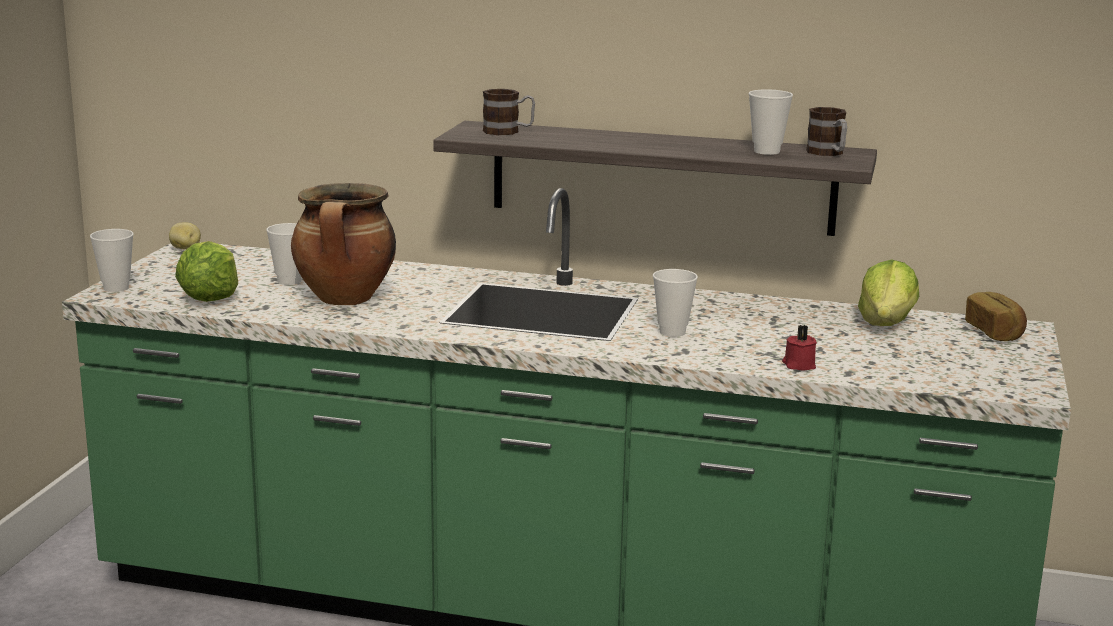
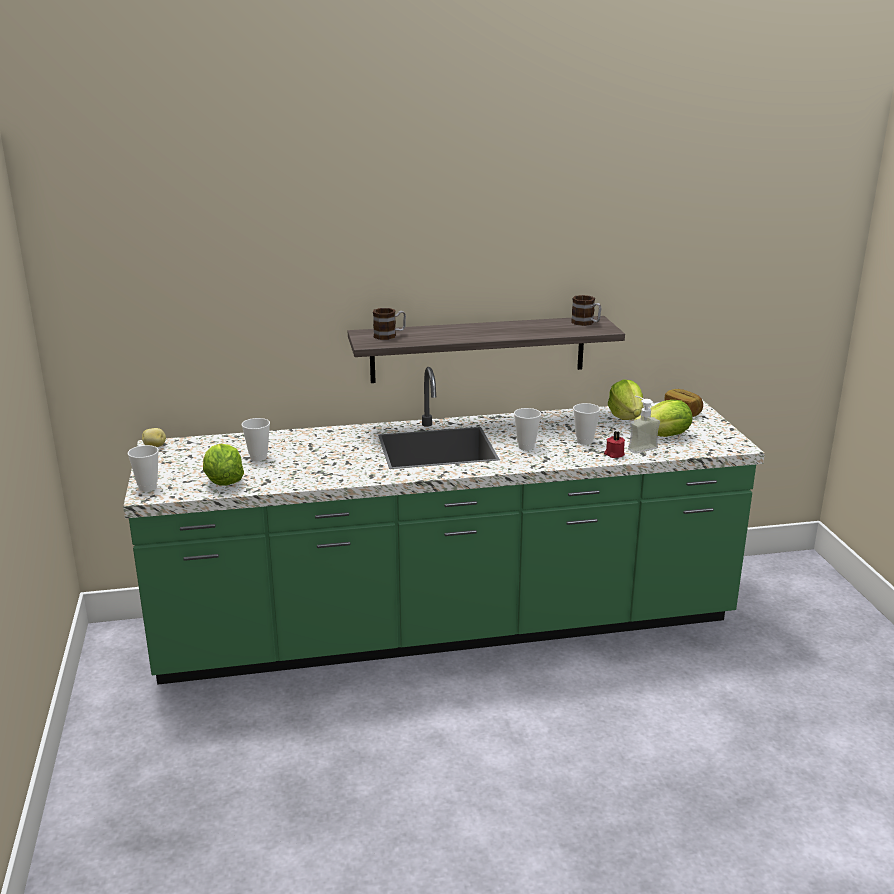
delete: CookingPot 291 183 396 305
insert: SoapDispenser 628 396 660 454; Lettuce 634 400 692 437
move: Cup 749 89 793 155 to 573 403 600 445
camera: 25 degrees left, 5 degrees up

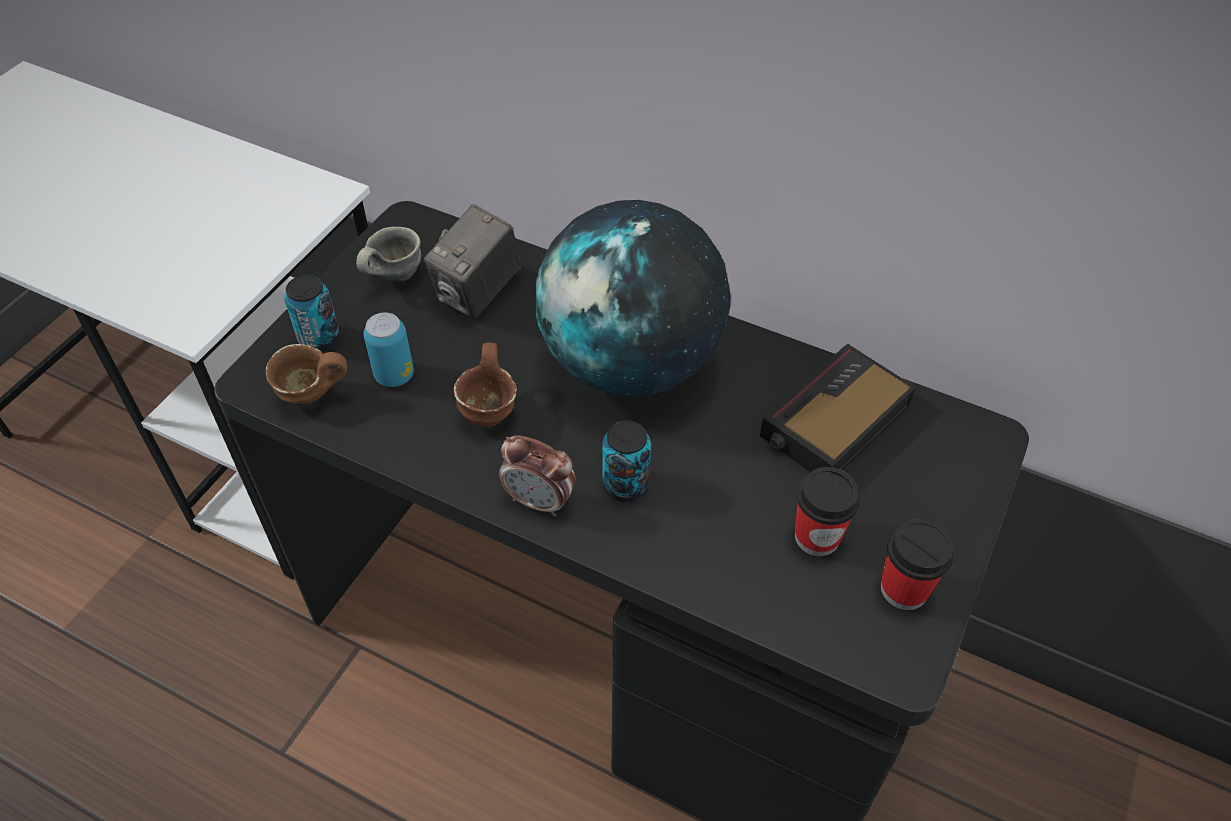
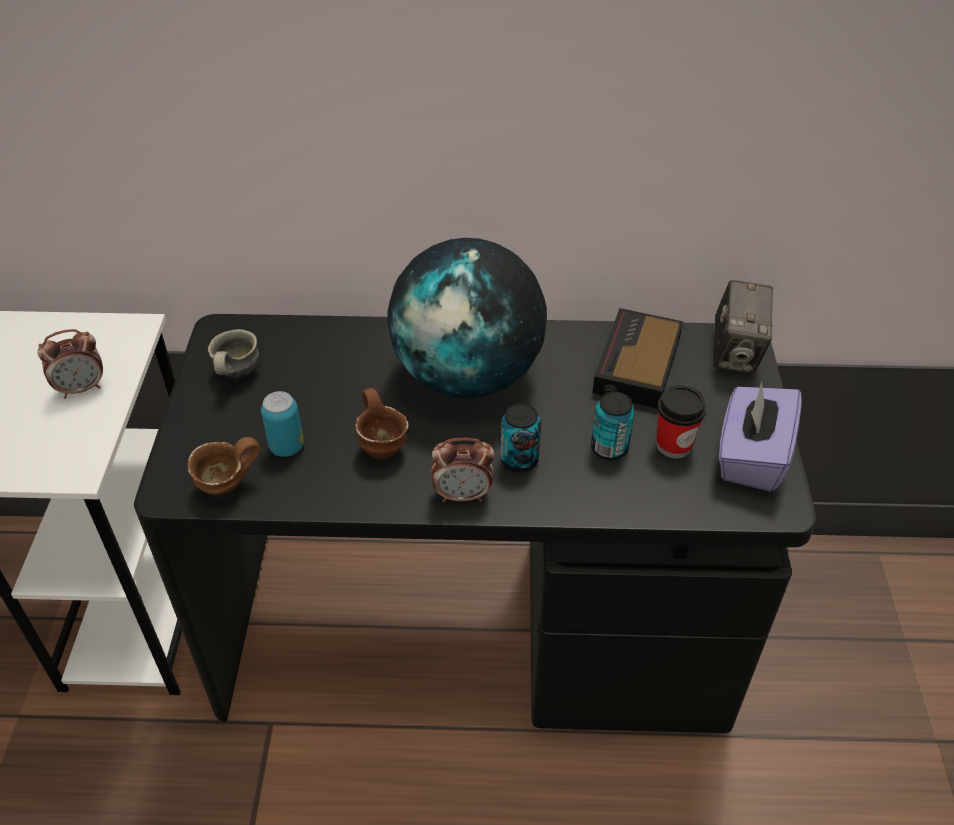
insert: AlarmClock 37 329 103 399
move: PhotoCamera 424 204 521 319 to 713 280 773 373; Can 284 275 340 351 to 591 392 635 460
replace: Cup 881 519 953 610 to PurpleTissueBox 719 381 802 492
camera: 25 degrees left, 5 degrees down

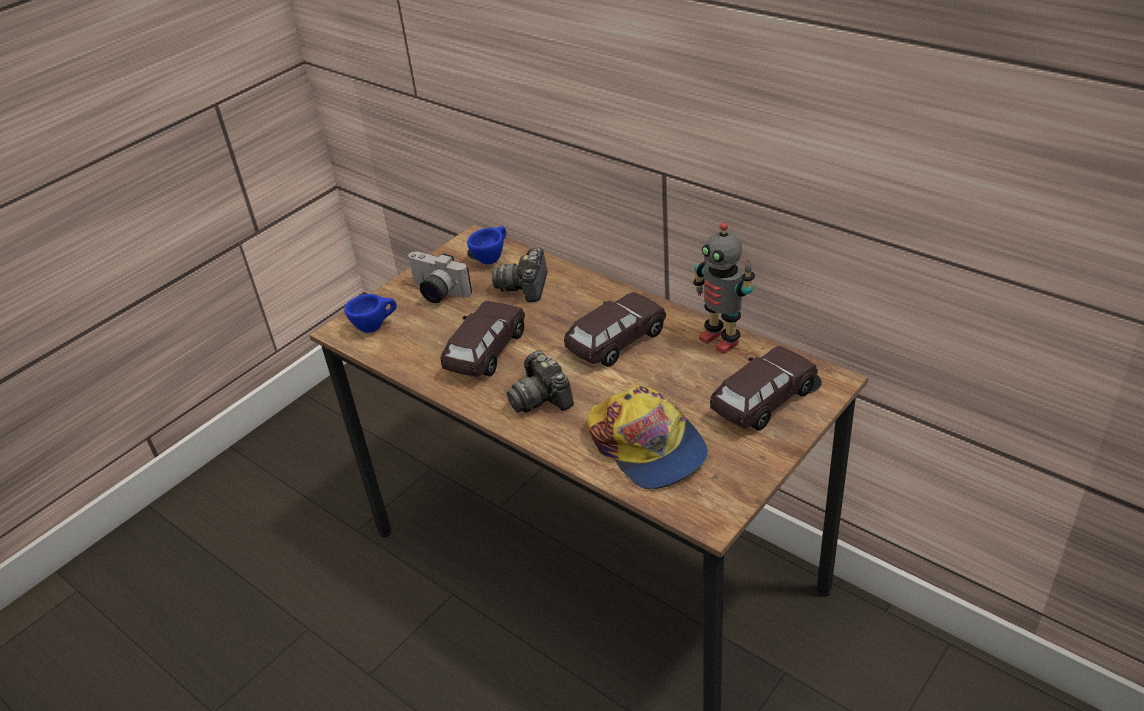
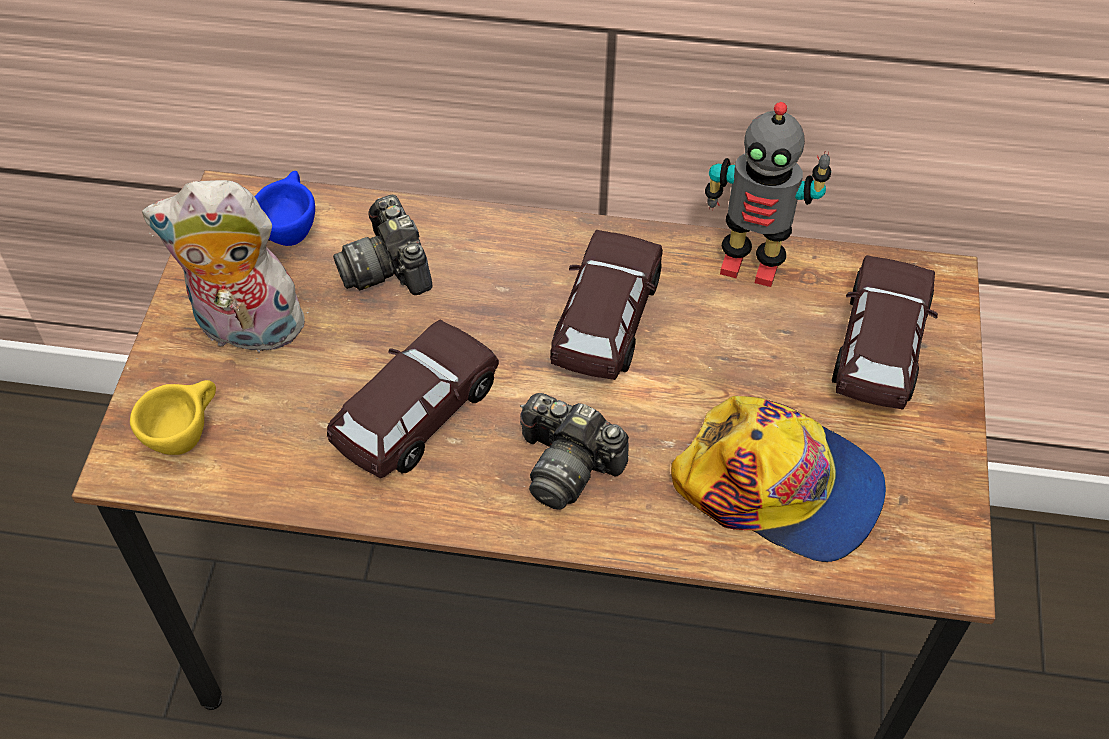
replace: PhotoCamera 407 251 472 303 to PlushToy 142 180 314 359
recolor: BlueCup 344 294 397 333 to YellowCup 130 380 216 455
rotate: BrownToyCar 441 301 525 377 = 327 320 499 478 45 degrees clockwise
camera: 35 degrees left, 15 degrees up

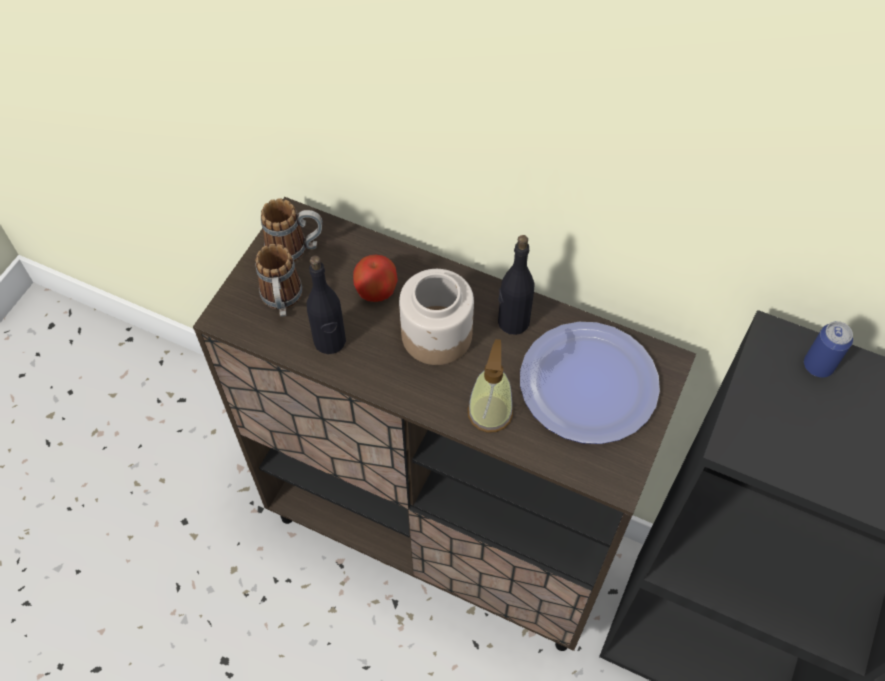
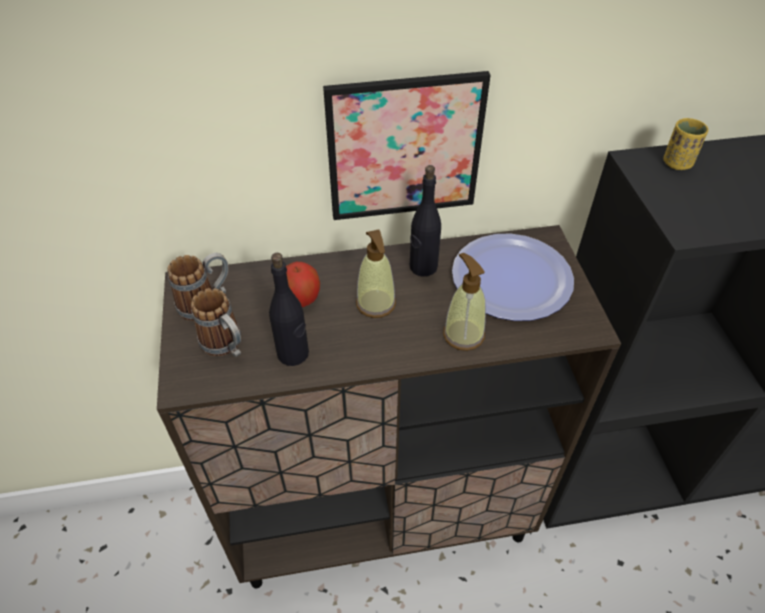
insert: Picture 323 71 491 220
replace: Jar 399 269 474 365 to SoapDispenser 356 229 396 318; Can 804 321 853 377 to YellowCup 664 118 708 170
camera: 35 degrees left, 10 degrees down

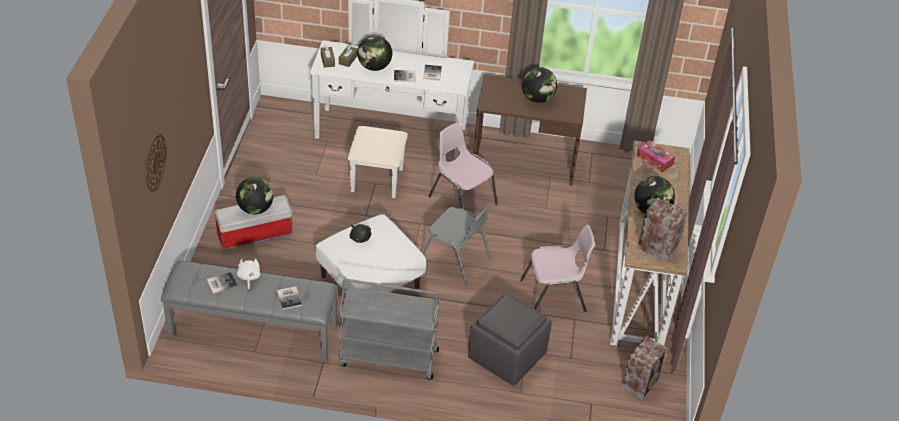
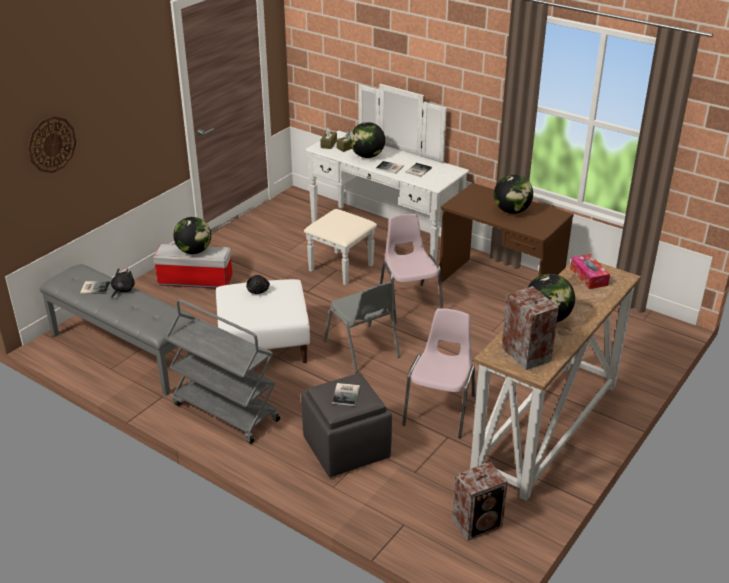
move: Book 277 286 302 310 to 332 383 360 406
recolor: WhitePlushToy 237 257 260 290 to BlackPlushToy 111 268 135 298
rotate: PinkChair 520 225 595 312 = 402 308 475 438 90 degrees counterclockwise
camera: 30 degrees right, 10 degrees down

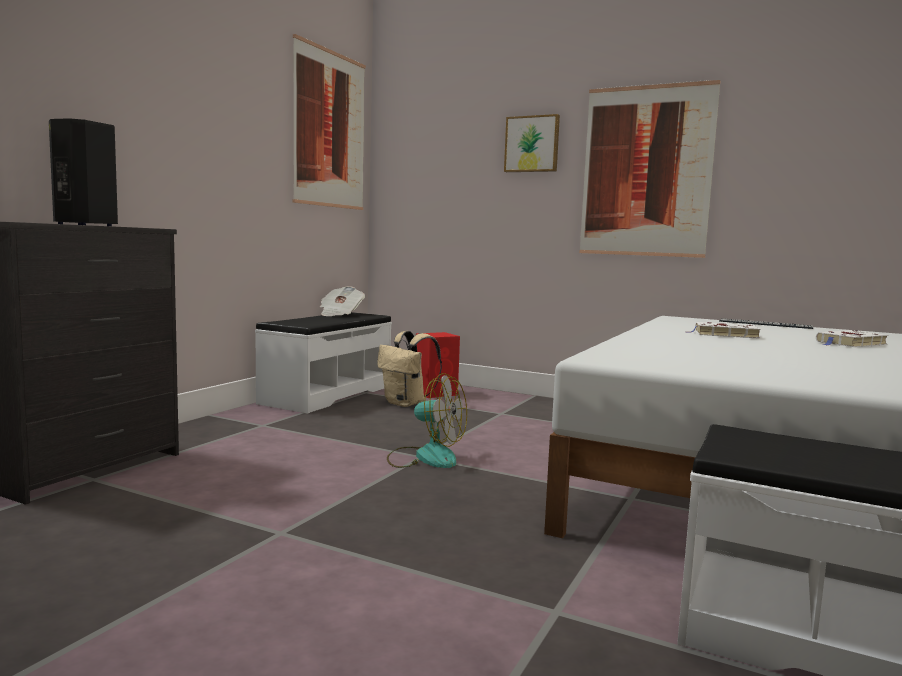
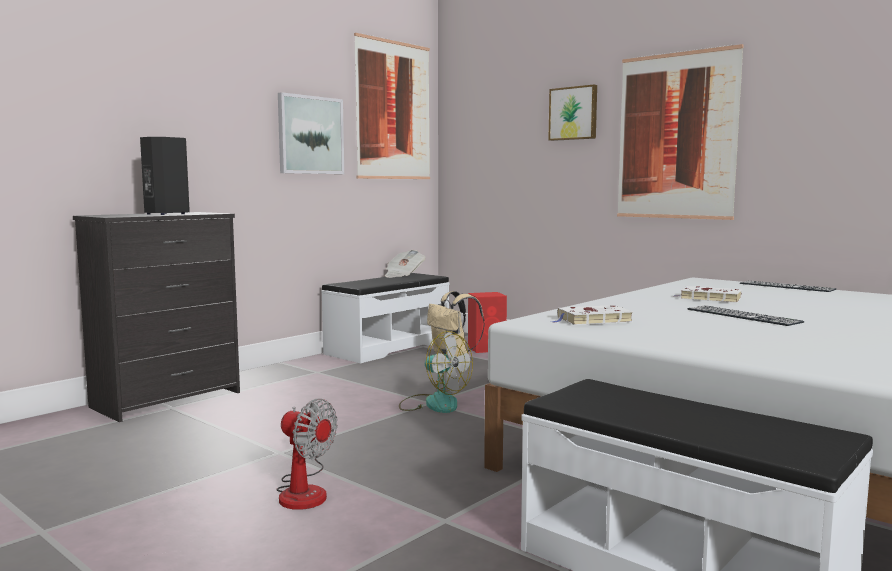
insert: Picture 278 92 344 174; Keyboard 688 305 805 326; Fan 276 399 338 510
move: WhiteBook 816 330 889 347 to 551 305 633 325
camera: 15 degrees right, 0 degrees up

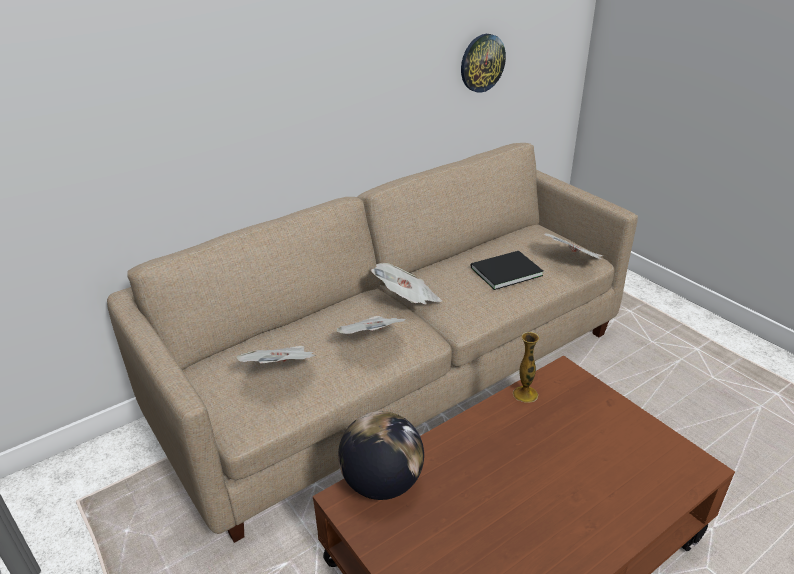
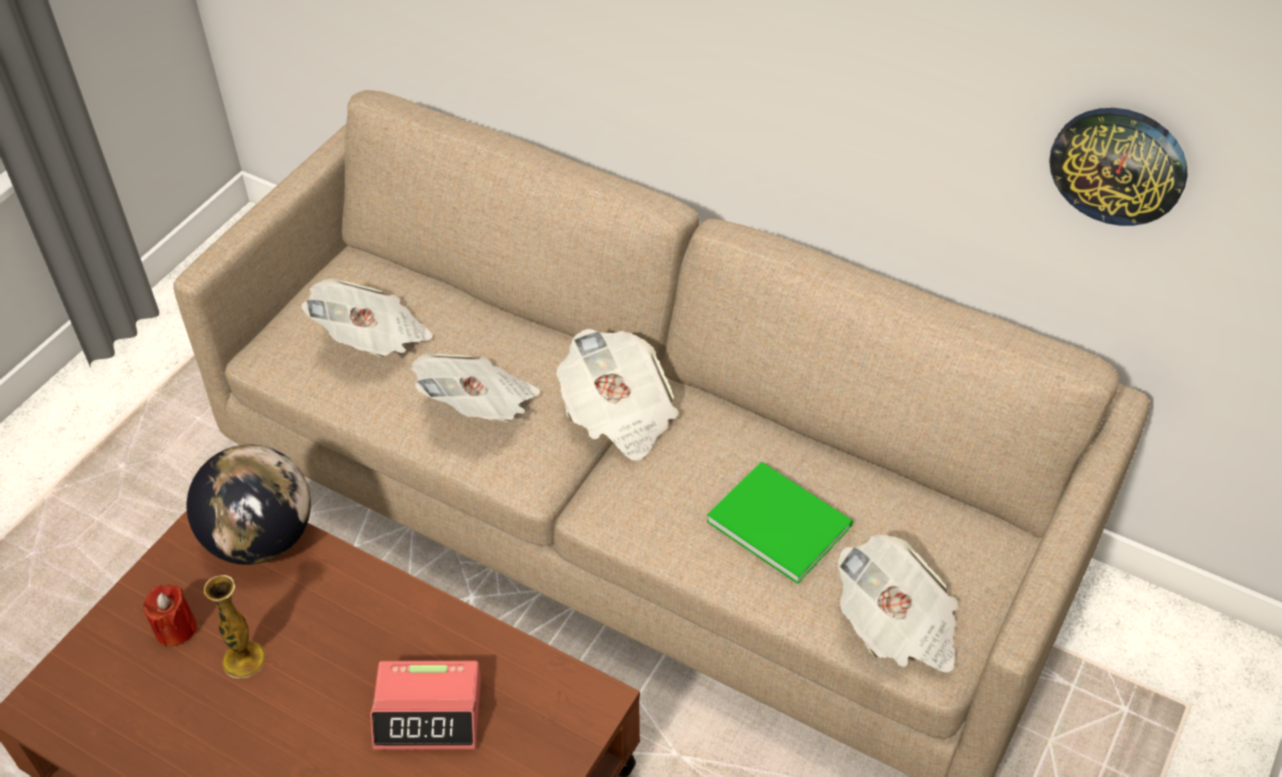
insert: RedCandle 143 585 197 647; AlarmClock 370 661 481 750
move: Vase 513 332 540 403 to 204 575 266 678
recolor: BlackBook 471 251 543 290 to GreenBook 707 462 853 584
camera: 65 degrees right, 15 degrees up

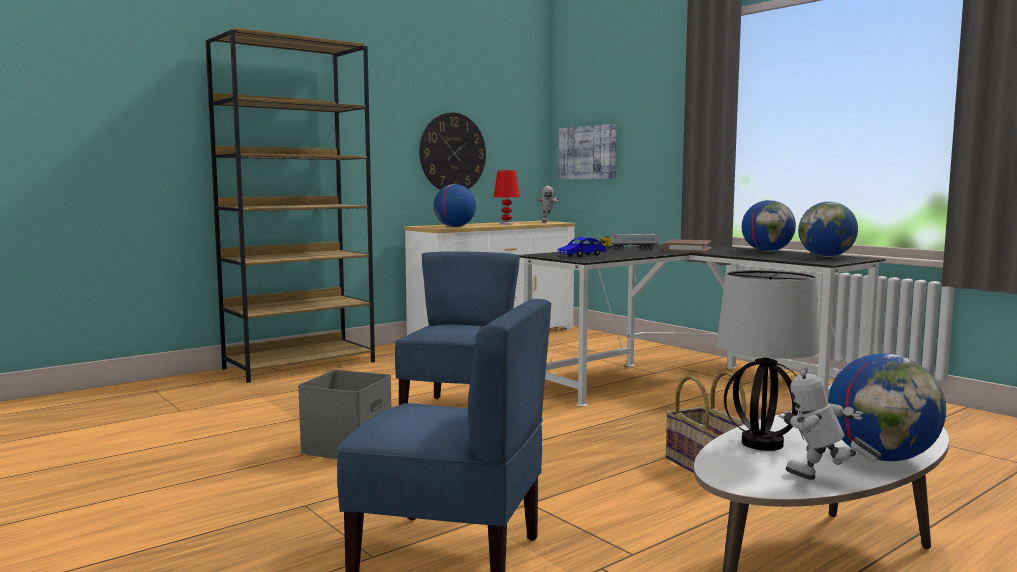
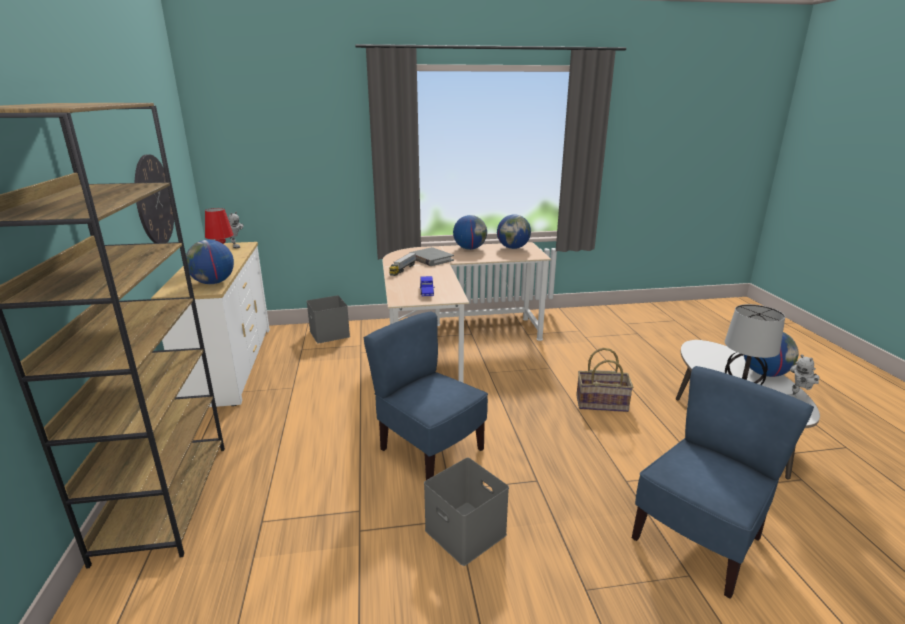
delete: Picture 558 124 616 179
insert: GreyStorageBox 307 295 350 344
recolor: BrownBook 662 239 711 253 to GreyBook 410 247 454 266; BlackDesk 520 245 885 407 to BeigeDesk 382 242 551 383
camera: 60 degrees left, 15 degrees up

